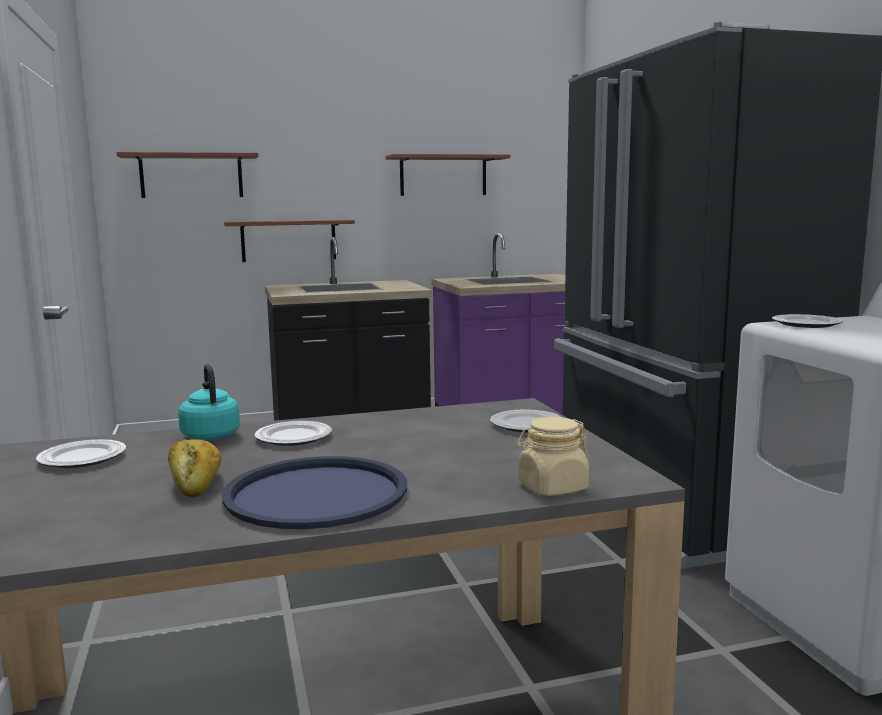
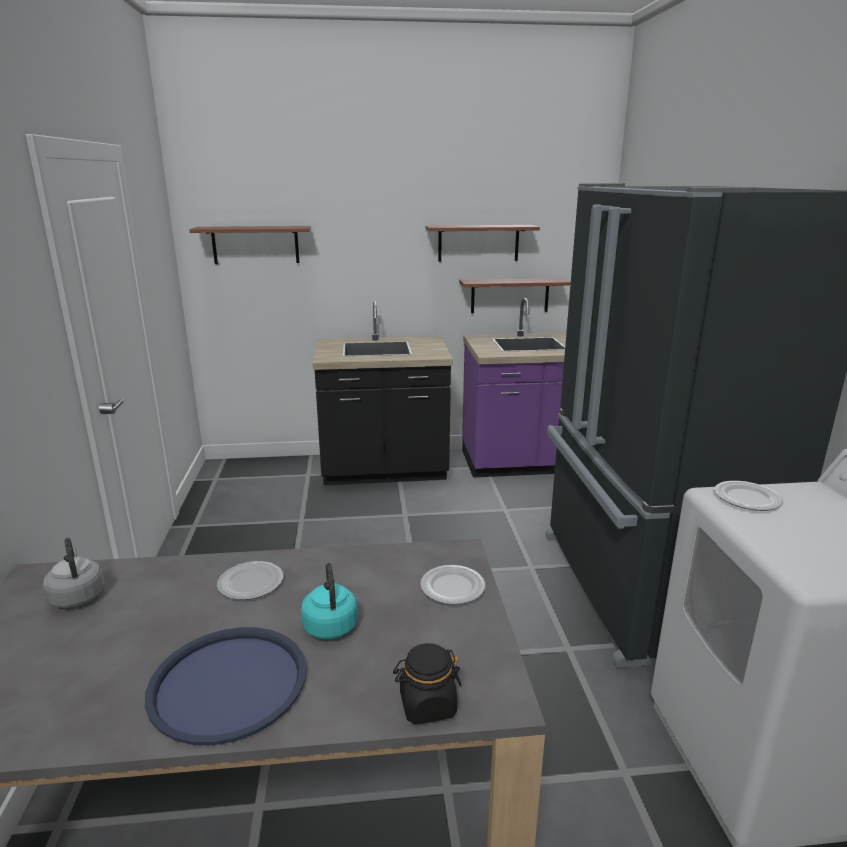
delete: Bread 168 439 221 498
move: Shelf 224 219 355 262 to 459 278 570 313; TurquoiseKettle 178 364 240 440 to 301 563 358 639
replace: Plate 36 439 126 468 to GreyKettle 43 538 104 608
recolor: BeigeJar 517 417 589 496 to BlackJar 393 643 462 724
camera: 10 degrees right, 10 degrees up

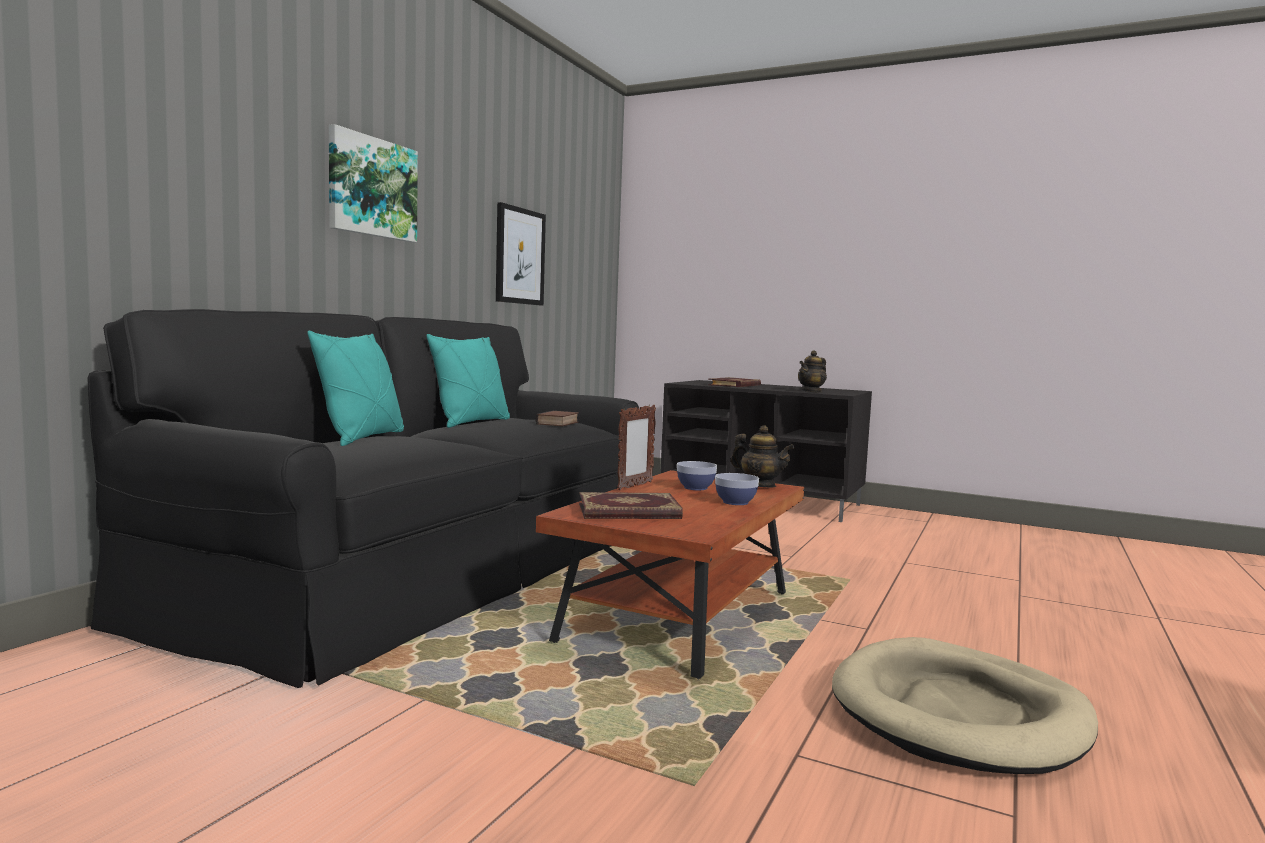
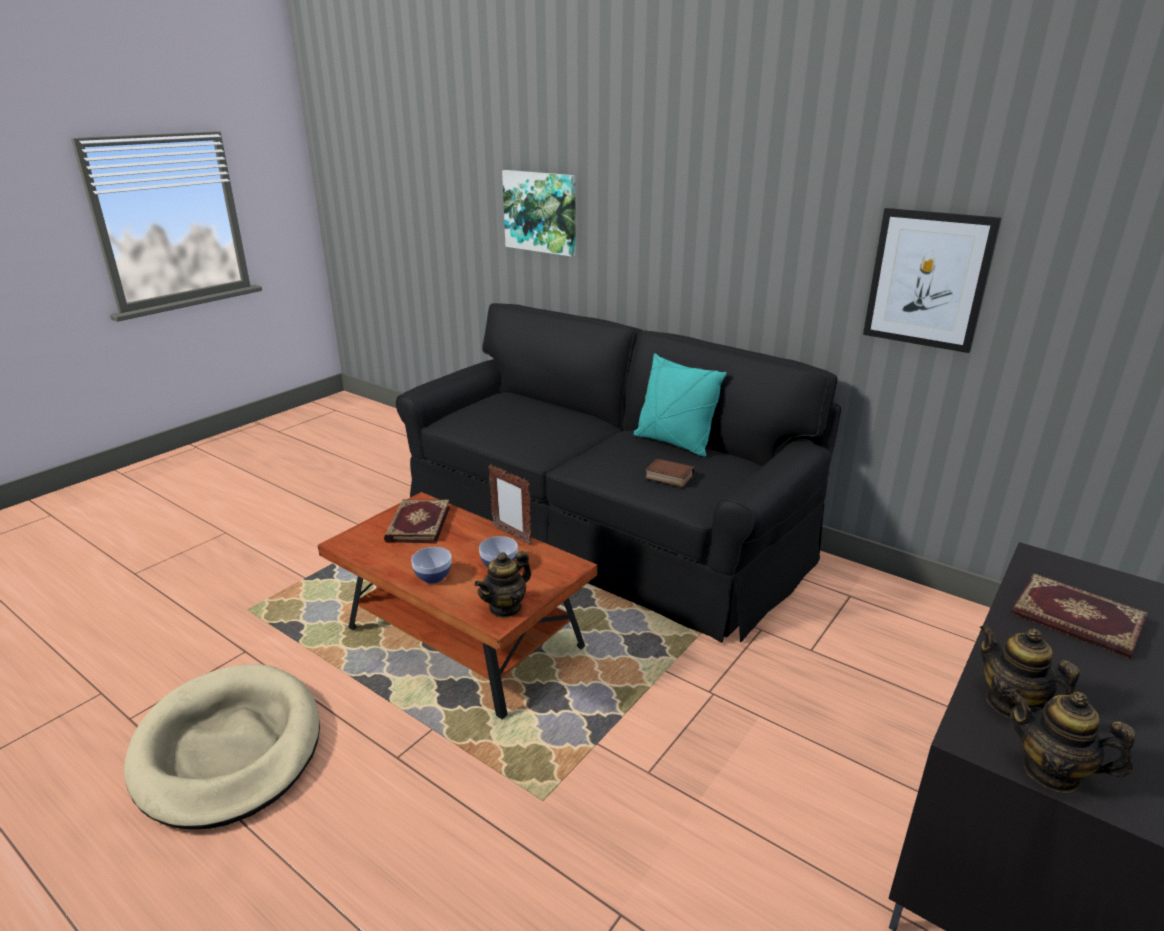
delete: TurquoisePillow 307 331 404 446
insert: Teapot 1008 691 1136 793
move: Picture 329 124 418 242 to 502 170 576 257
camera: 100 degrees right, 20 degrees up

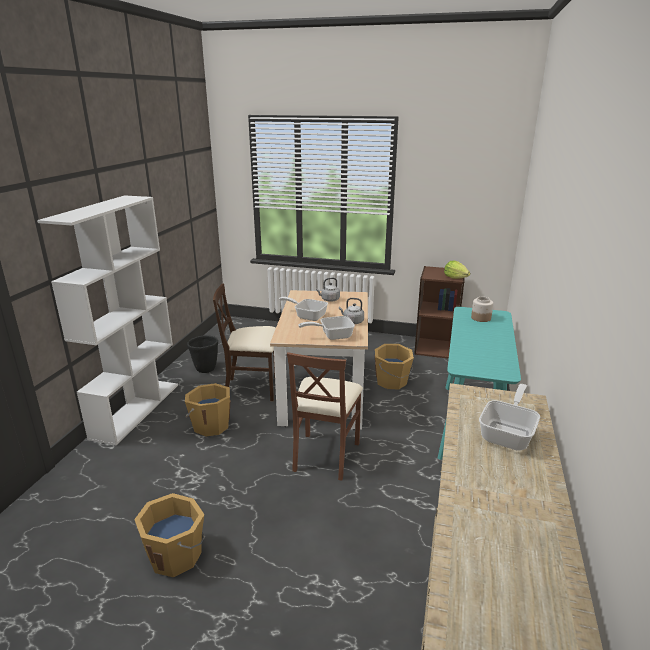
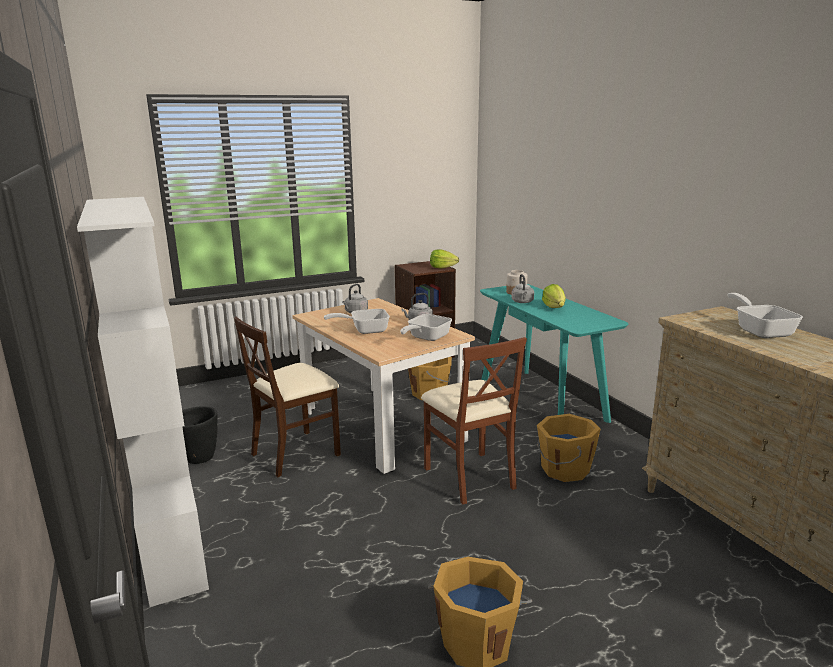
insert: GreyKettle 511 274 534 303; Lettuce 542 284 566 308
move: OrangeBucket 185 383 230 436 to 537 414 601 482
camera: 40 degrees left, 5 degrees down

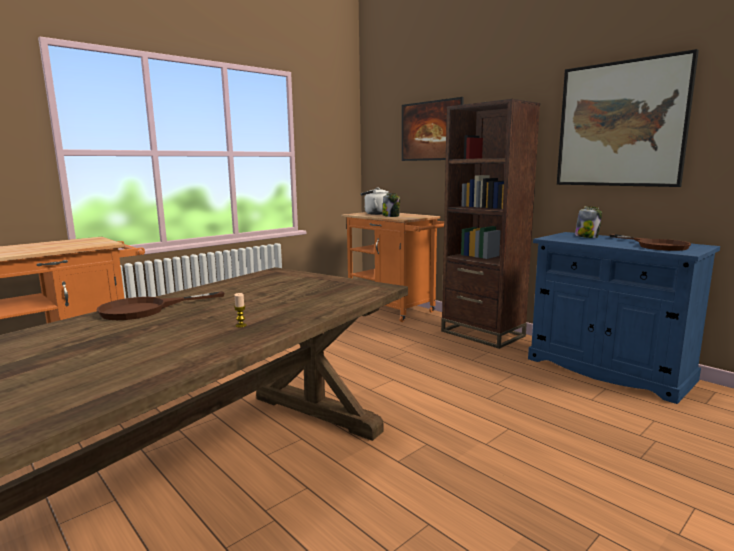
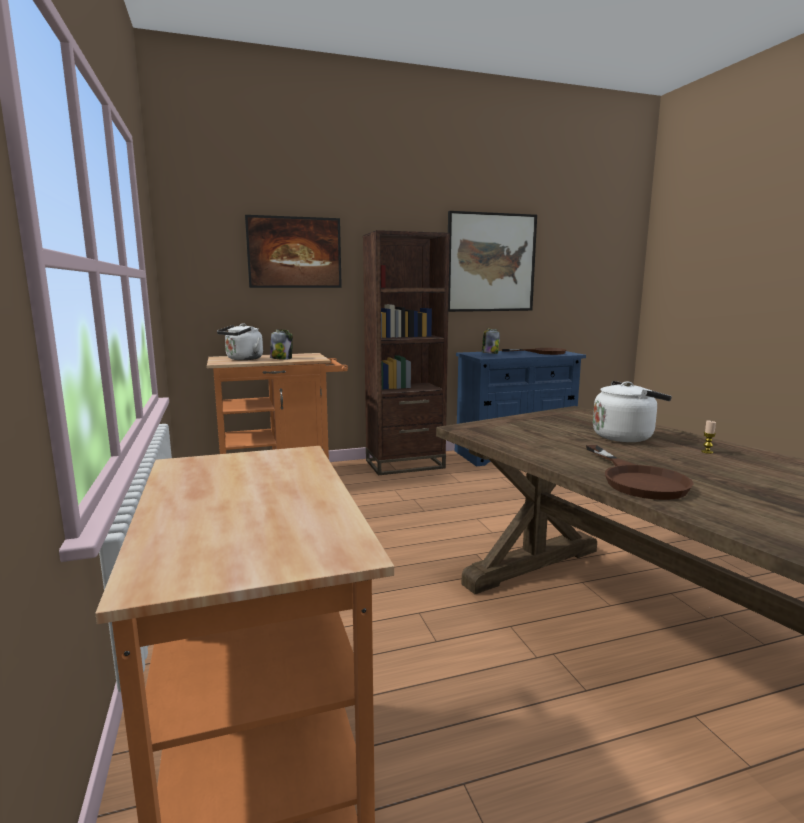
insert: WhiteKettle 593 381 672 442
camera: 65 degrees left, 0 degrees up

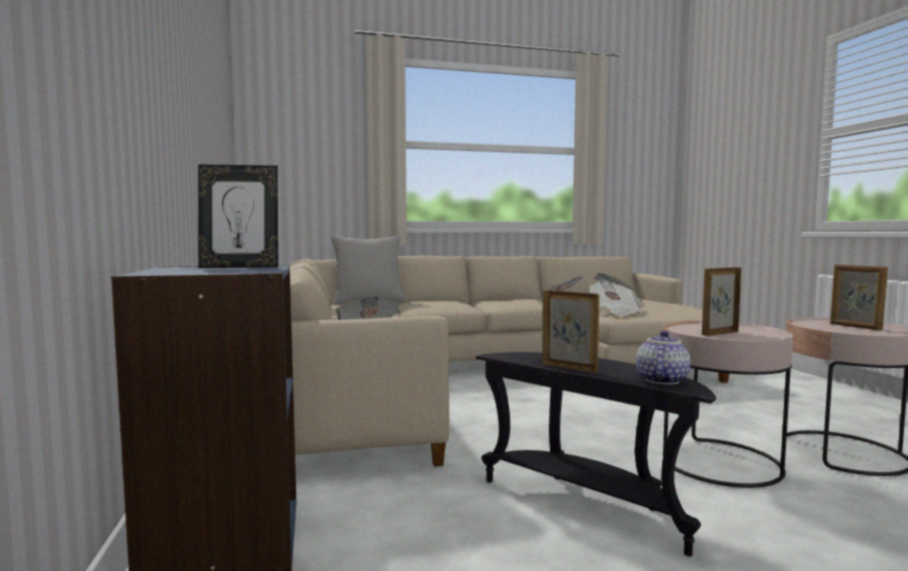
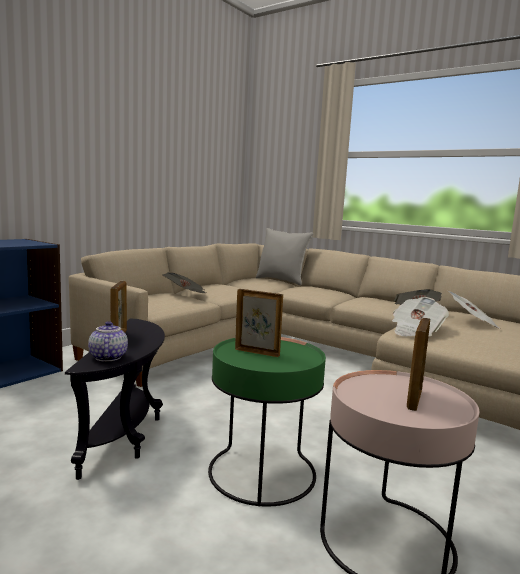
delete: PictureFrame 198 164 278 268
recolor: PinkSideTable 663 321 793 488 to GreenSideTable 208 337 326 507
rotate: Teapot 636 331 691 385 = 88 321 128 361 90 degrees counterclockwise
camera: 50 degrees right, 5 degrees up

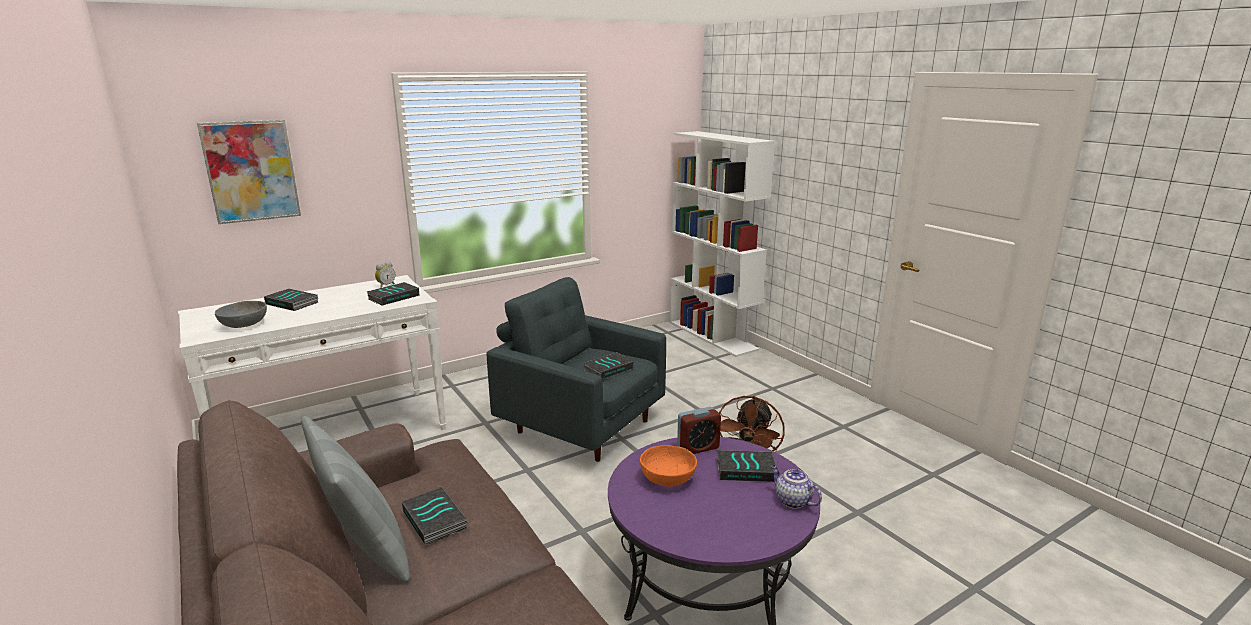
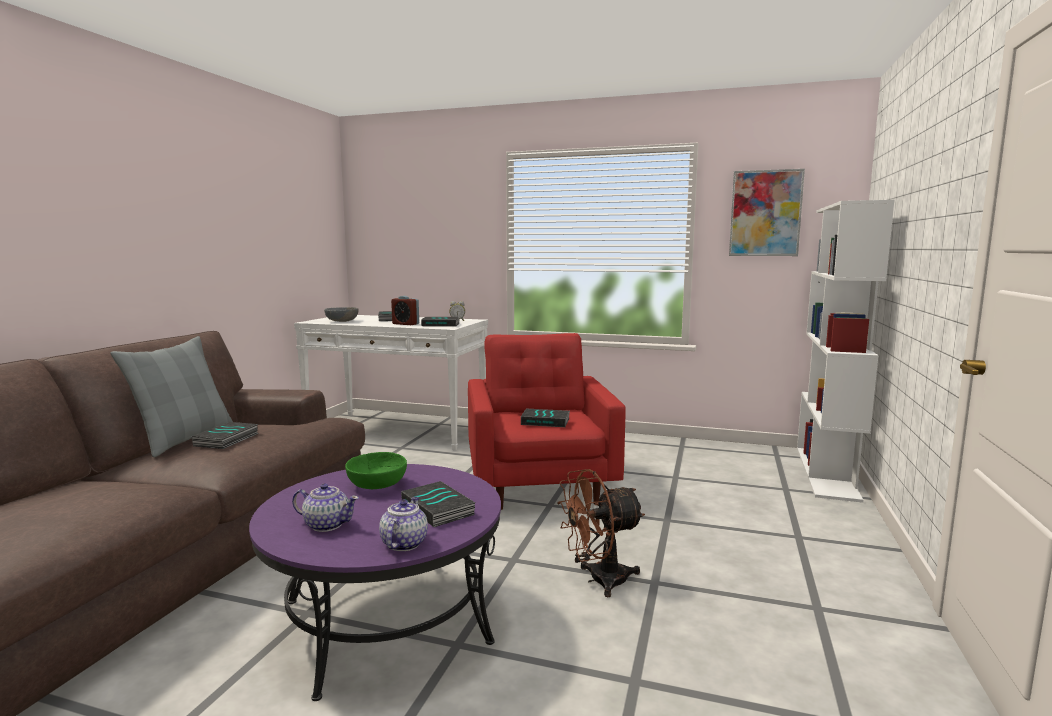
insert: Teapot 292 483 359 532
move: Picture 197 120 301 224 to 729 169 805 256; AlarmClock 677 407 721 454 to 391 296 419 325
recolor: GreyArmchair 486 277 666 462 to RedArmchair 468 333 625 510; OrangeBowl 640 445 697 487 to GreenBowl 345 452 407 489
camera: 50 degrees right, 10 degrees down

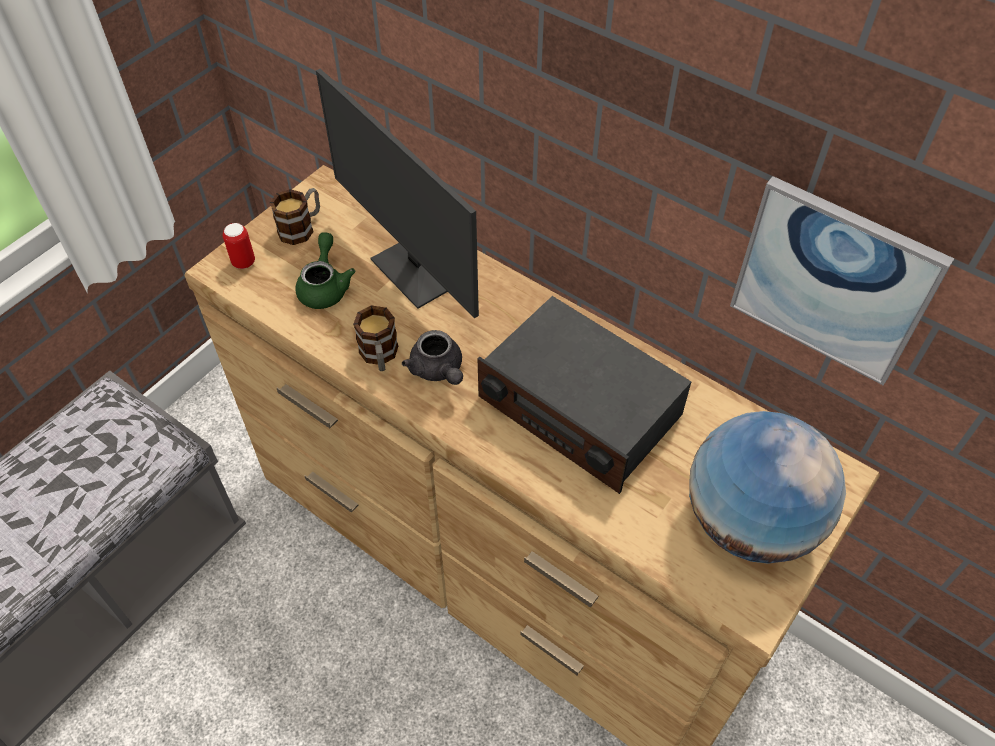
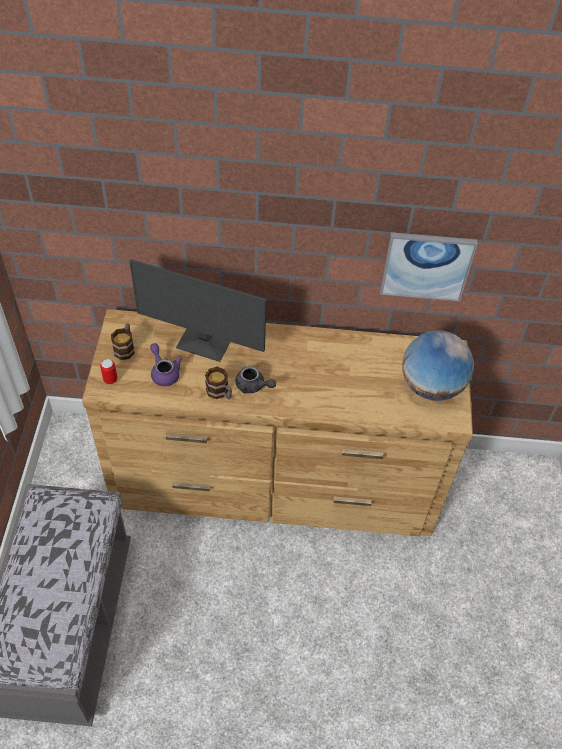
delete: Radio 478 296 692 494
recolor: GreenTeapot 295 232 355 309 to PurpleTeapot 150 343 182 386
camera: 35 degrees left, 0 degrees up

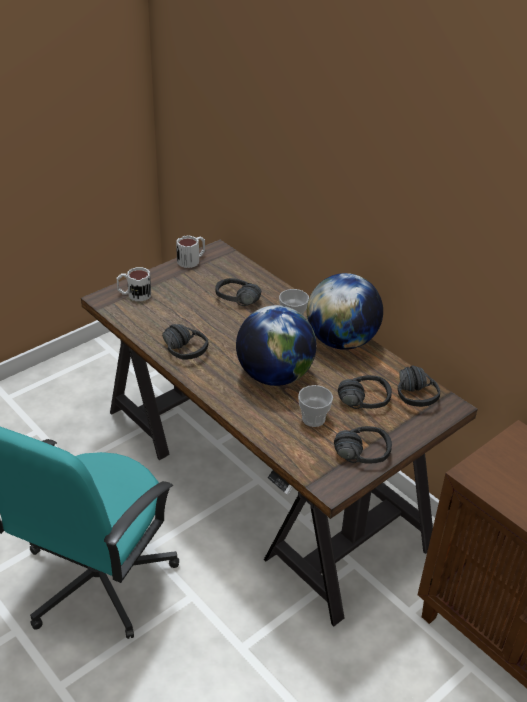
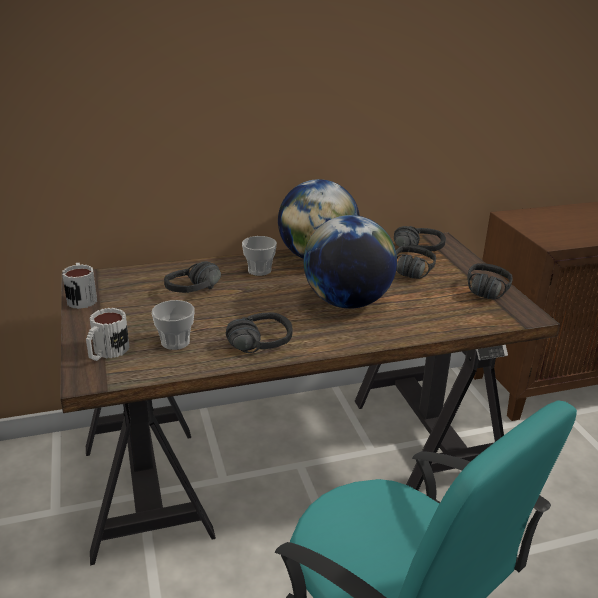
move: Cup 298 385 333 427 to 152 300 195 350
camera: 65 degrees left, 10 degrees down

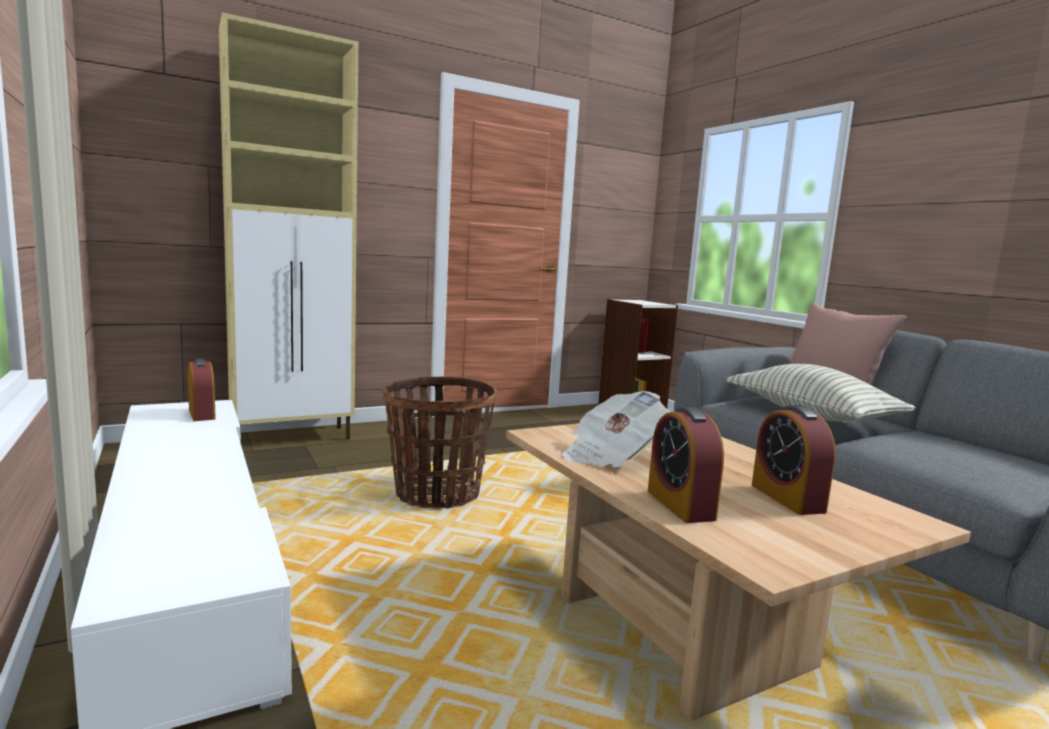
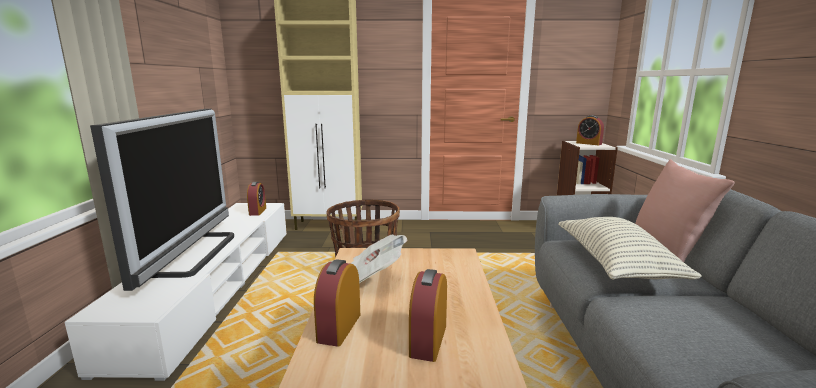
insert: Television 90 109 234 291; AlarmClock 576 115 604 145
camera: 30 degrees right, 5 degrees up

